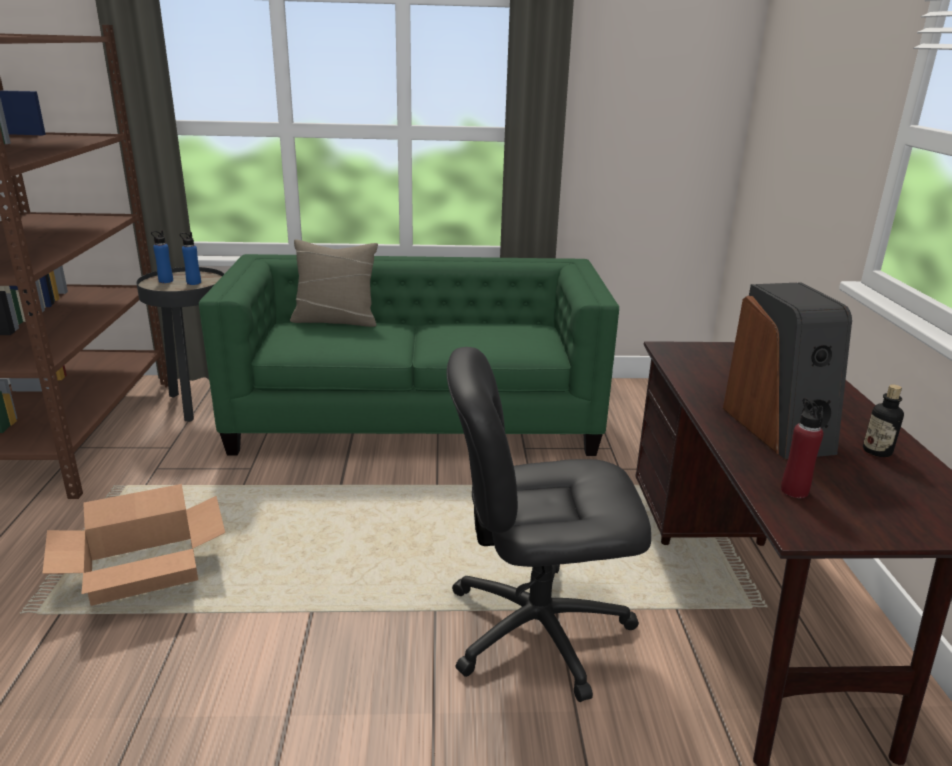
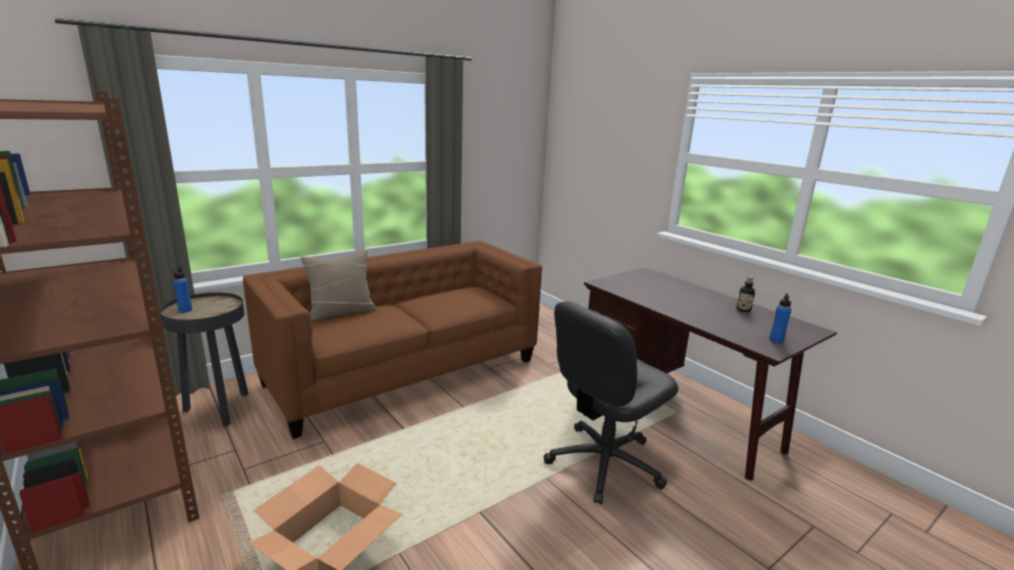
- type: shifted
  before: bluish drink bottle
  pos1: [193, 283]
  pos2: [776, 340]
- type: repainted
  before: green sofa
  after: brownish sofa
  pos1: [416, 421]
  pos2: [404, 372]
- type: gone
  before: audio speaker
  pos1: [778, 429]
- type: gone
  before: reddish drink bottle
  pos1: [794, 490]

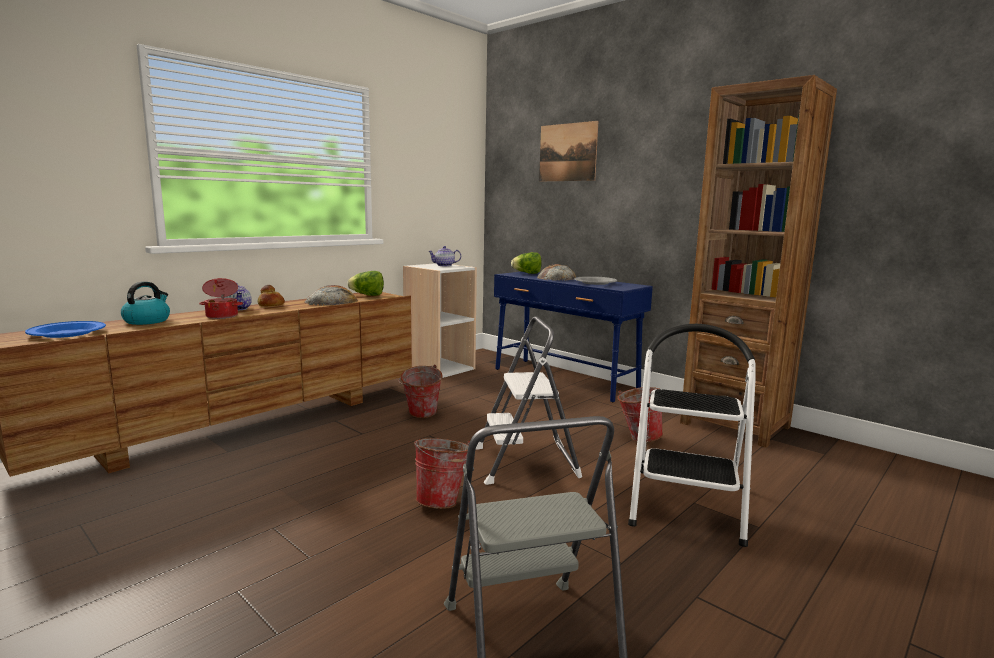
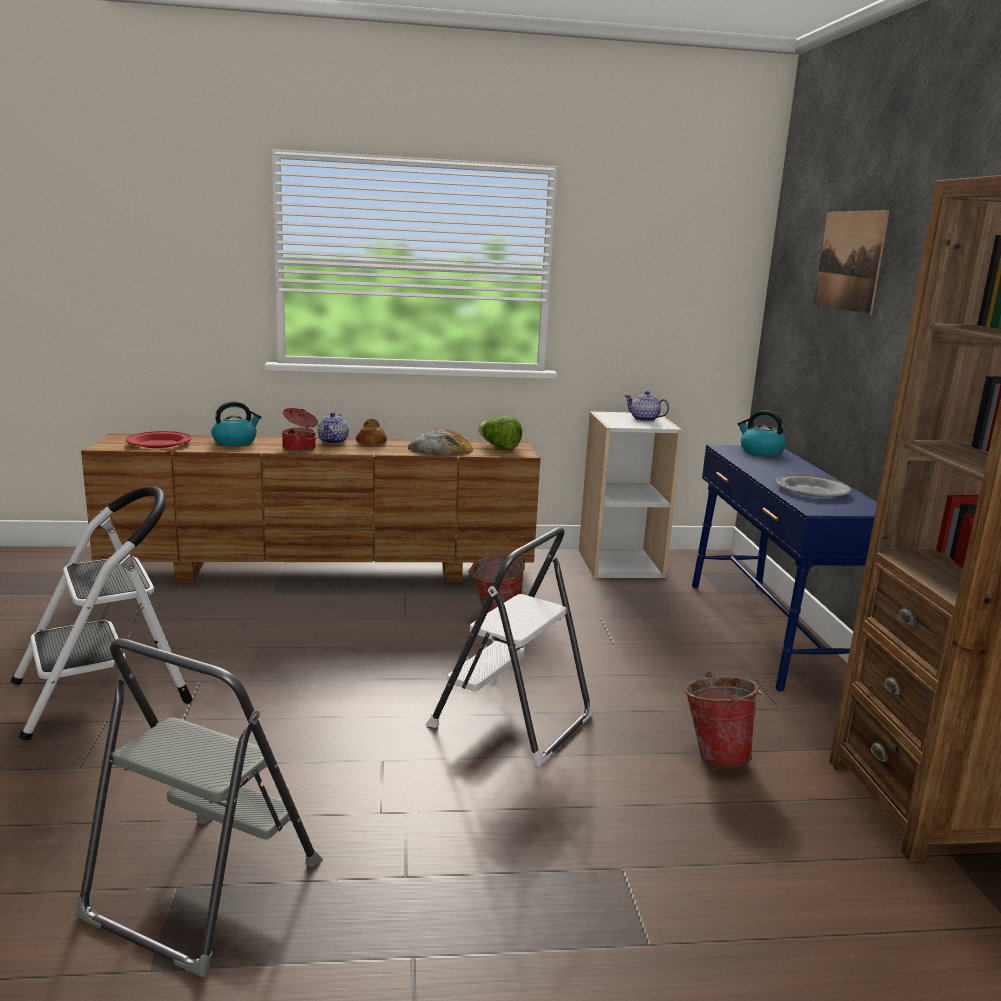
- type: repainted
  before: bluish flat dish
  after: reddish flat dish
  pos1: [67, 333]
  pos2: [159, 443]
- type: gone
  before: bucket
  pos1: [443, 501]
- type: swapped
  before: head of lettuce
  after: water kettle
  pos1: [527, 273]
  pos2: [760, 451]
- type: gone
  before: bakery bread
  pos1: [556, 277]
- type: shifted
  before: stepladder
  pos1: [686, 502]
  pos2: [108, 692]

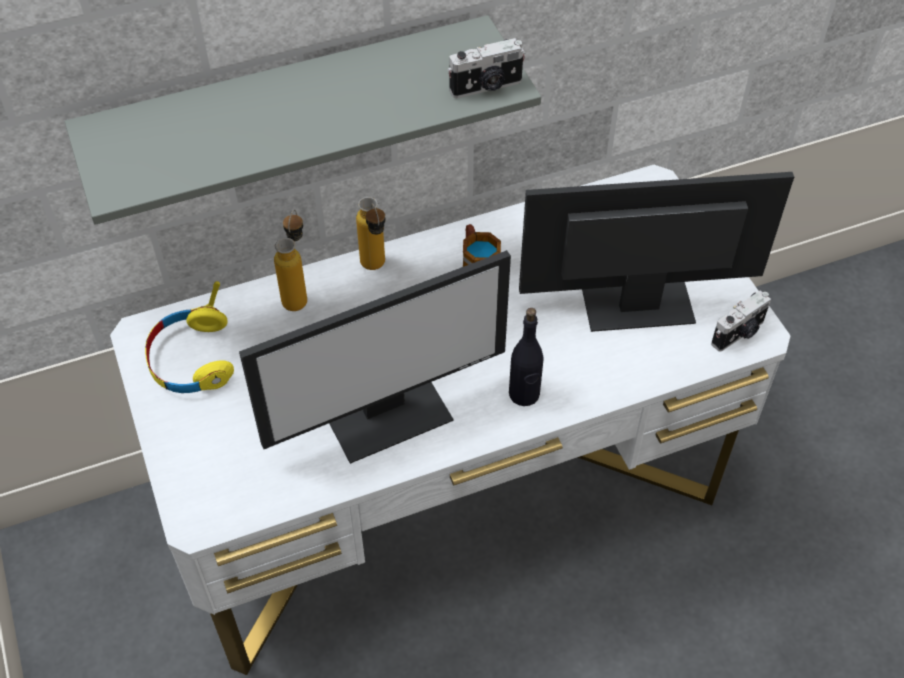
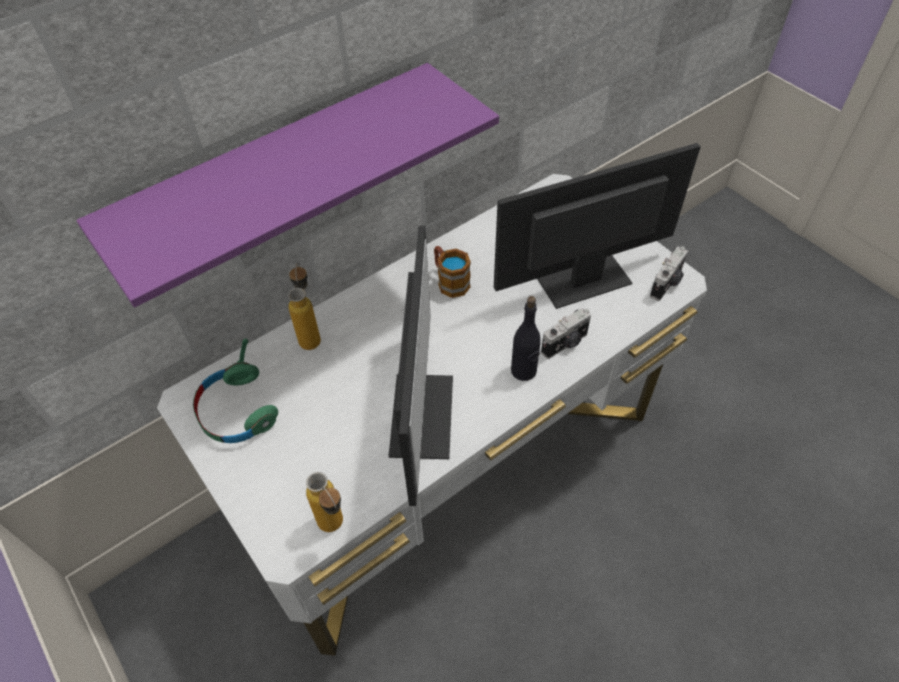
- type: repainted
  before: greyish shelf
  after: purplish shelf
  pos1: [291, 109]
  pos2: [278, 174]
- type: repainted
  before: yellow headphones
  after: green headphones
  pos1: [191, 359]
  pos2: [236, 411]
- type: rotated
  before: computer display
  pos1: [388, 413]
  pos2: [419, 414]
  turn: -45
- type: shifted
  before: drink bottle
  pos1: [376, 269]
  pos2: [336, 529]
- type: shifted
  before: photo camera
  pos1: [486, 87]
  pos2: [565, 344]

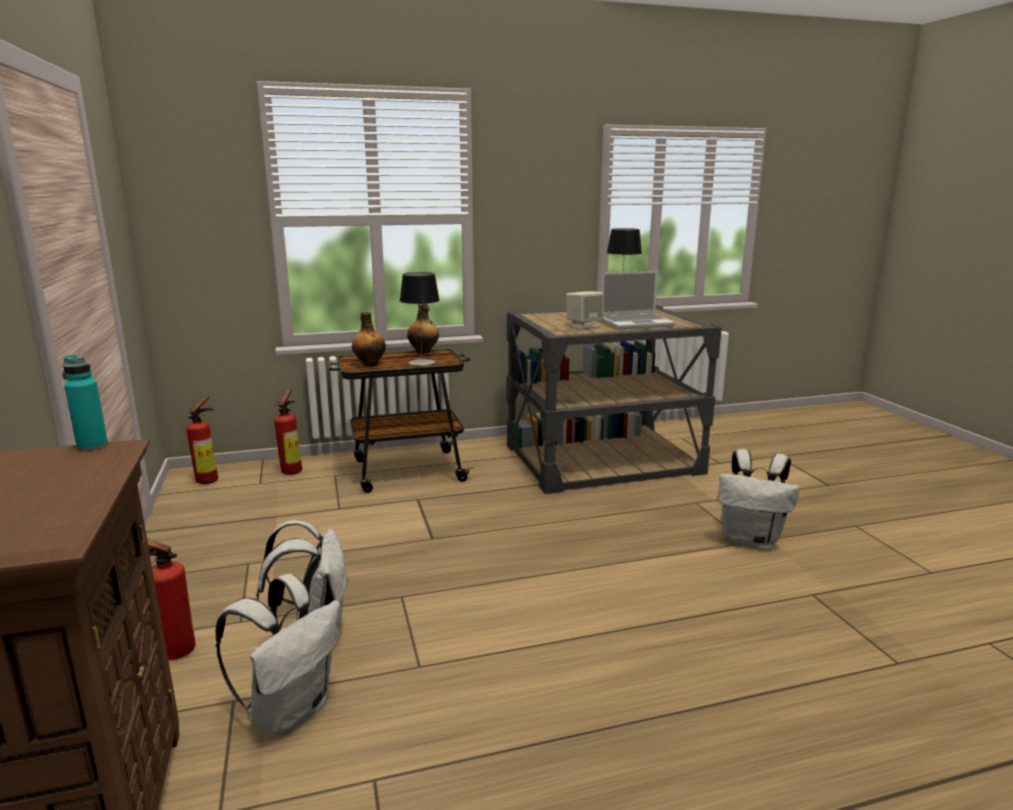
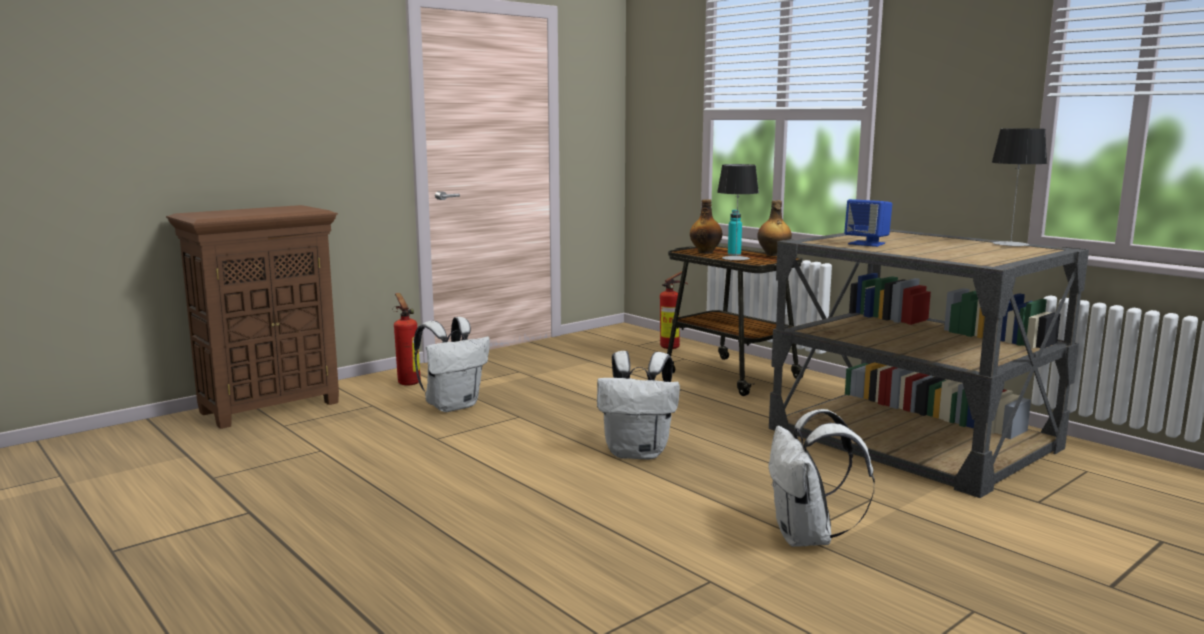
- type: shifted
  before: blue-green drink bottle
  pos1: [92, 446]
  pos2: [734, 254]
- type: gone
  before: extinguisher
  pos1: [210, 480]
- type: shifted
  before: white backpack
  pos1: [290, 710]
  pos2: [638, 453]
- type: repainted
  before: beige-coloured audio speaker
  after: bluish audio speaker
  pos1: [584, 326]
  pos2: [867, 244]
- type: gone
  before: notebook computer
  pos1: [637, 323]

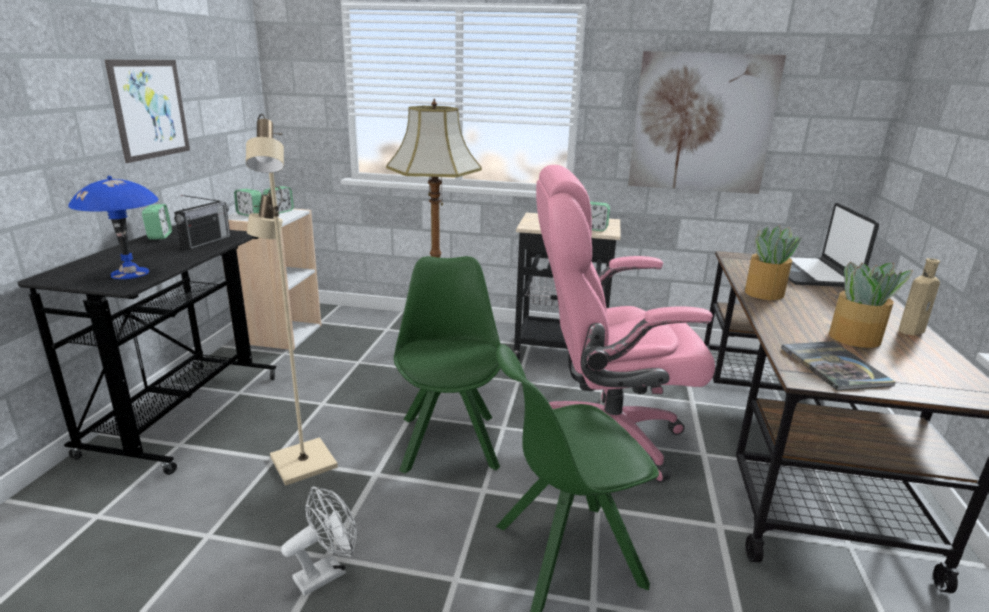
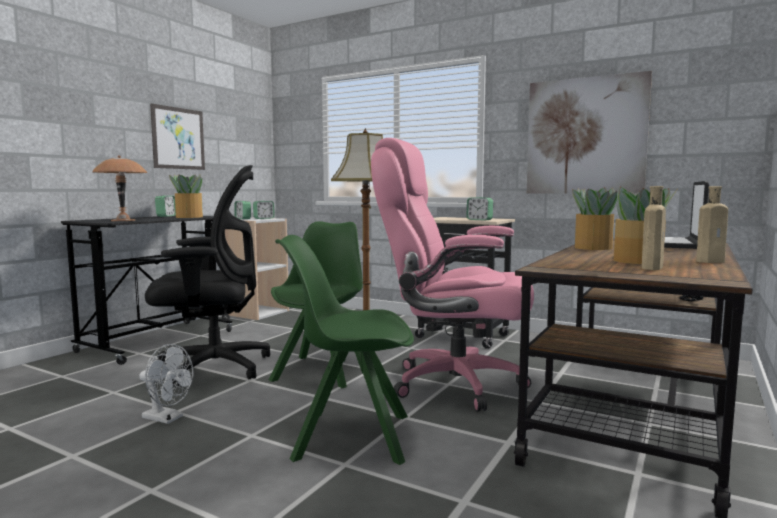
- type: repainted
  before: bluish lamp for a table
  after: brownish lamp for a table
  pos1: [130, 273]
  pos2: [123, 220]
- type: swapped
  before: radio
  after: plant in a pot
  pos1: [206, 242]
  pos2: [188, 217]
- type: swapped
  before: beige-coloured standard lamp
  after: blackish computer chair
  pos1: [303, 462]
  pos2: [208, 369]
- type: rotated
  before: white cooling fan
  pos1: [326, 572]
  pos2: [167, 418]
  turn: 45
- type: gone
  before: bound book
  pos1: [834, 366]
- type: new
  after: beige-coloured drink bottle
  pos2: [652, 267]

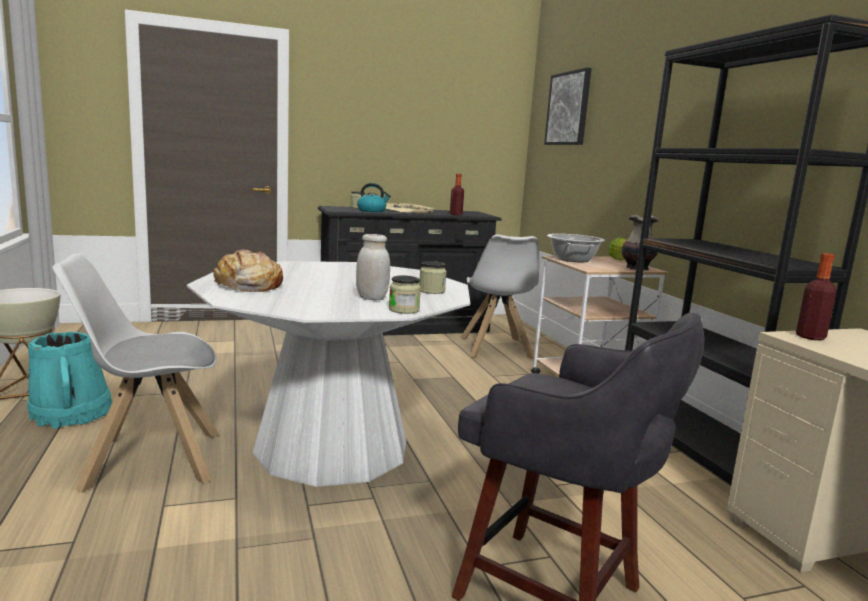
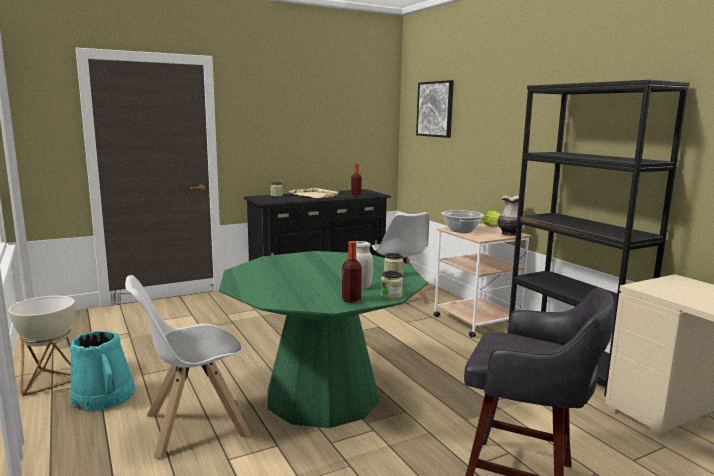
- type: repainted
  before: white kitchen table
  after: green kitchen table
  pos1: [332, 447]
  pos2: [322, 395]
- type: gone
  before: bakery bread
  pos1: [247, 286]
- type: gone
  before: water kettle
  pos1: [372, 211]
- type: shifted
  before: drink bottle
  pos1: [810, 337]
  pos2: [351, 300]

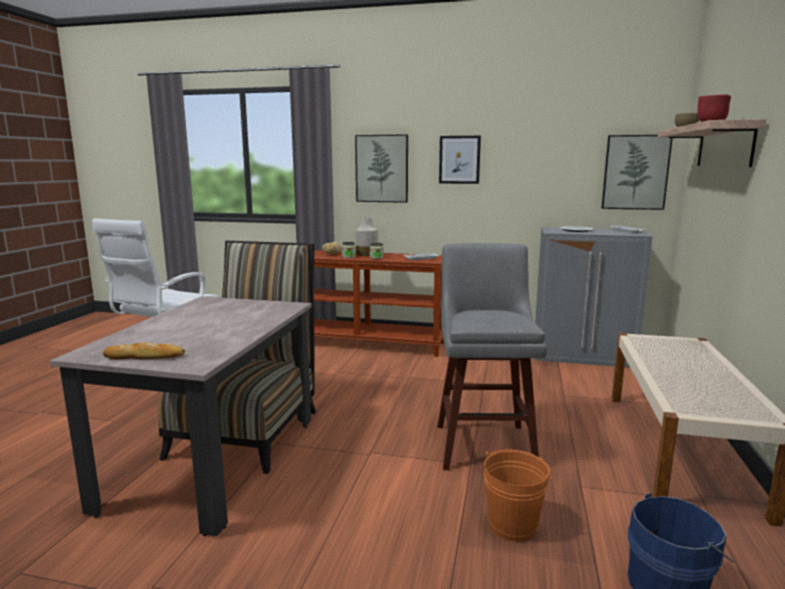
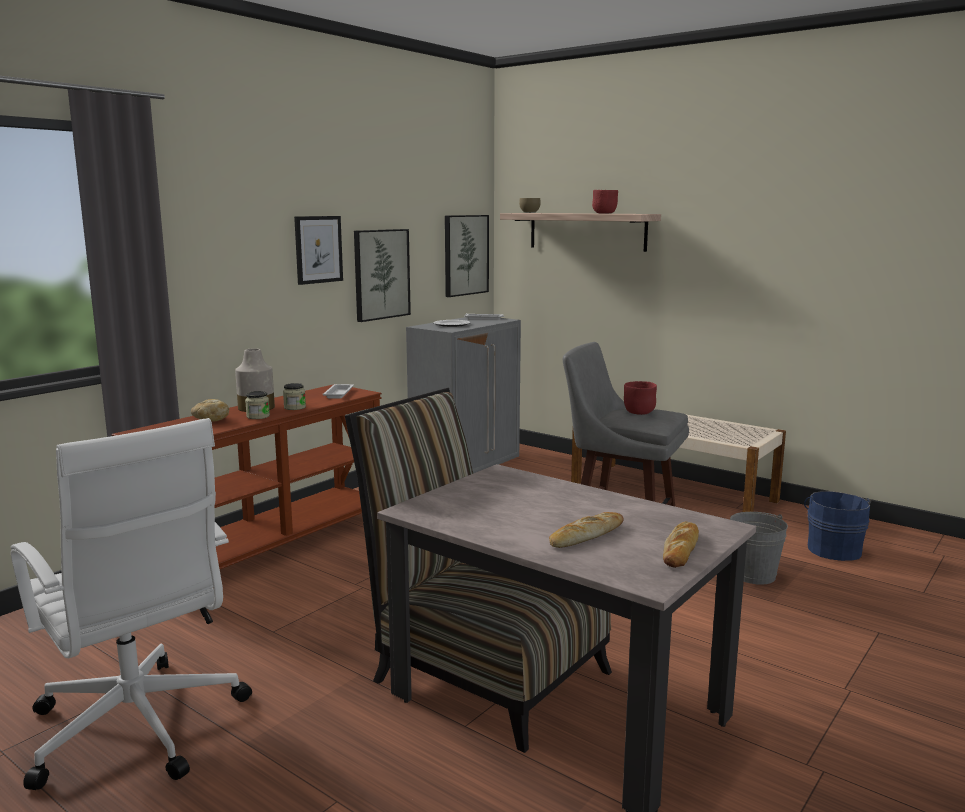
- type: shifted
  before: picture
  pos1: [382, 168]
  pos2: [381, 274]
- type: repainted
  before: orange-coloured bucket
  after: greyish bucket
  pos1: [513, 525]
  pos2: [754, 575]
- type: new
  after: bakery bread
  pos2: [586, 535]
- type: new
  after: reddish serving bowl
  pos2: [638, 412]

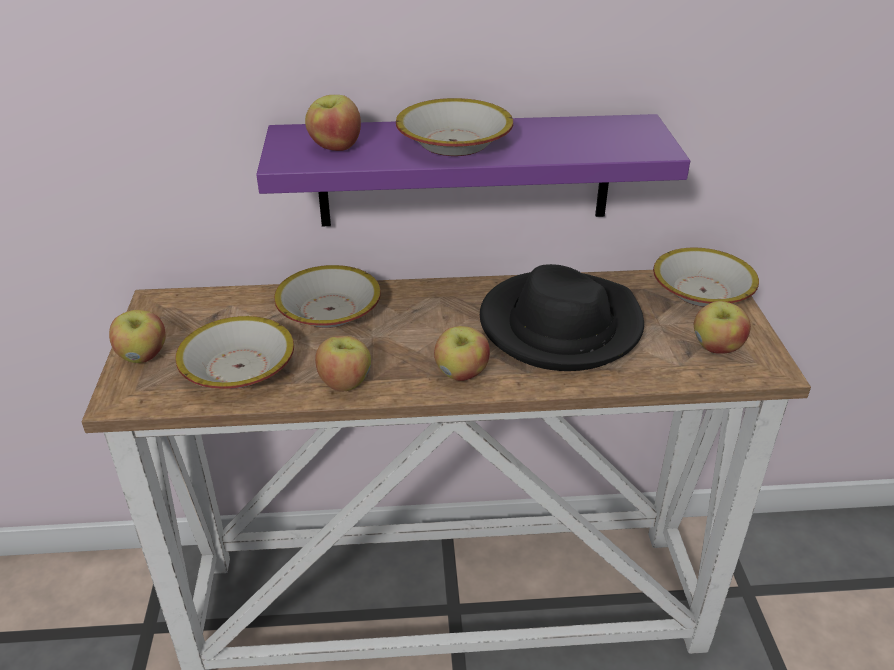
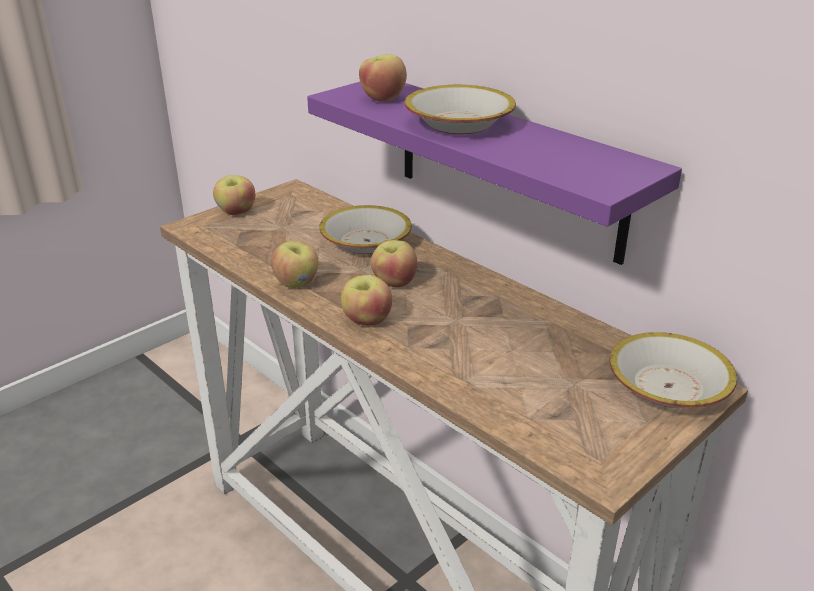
- type: gone
  before: serving bowl
  pos1: [239, 368]
- type: gone
  before: blackish hat
  pos1: [560, 326]
- type: shifted
  before: apple
  pos1: [716, 348]
  pos2: [394, 282]

